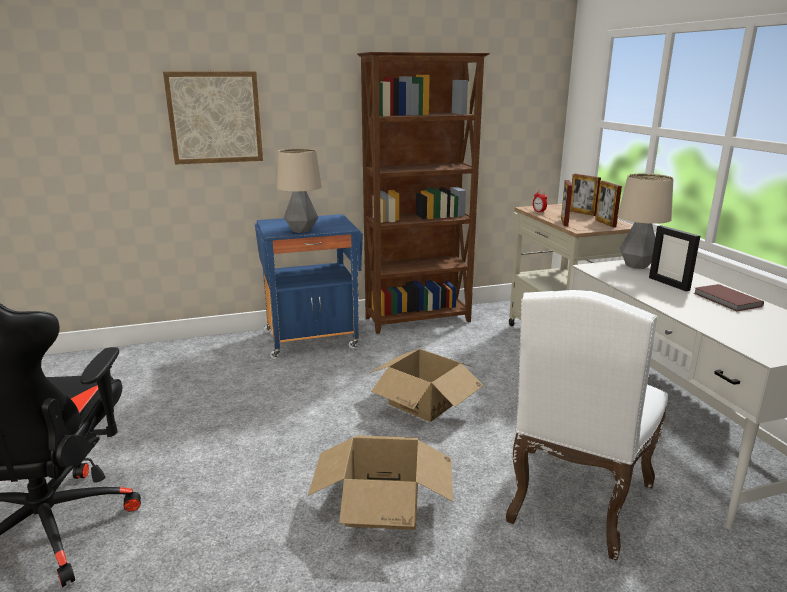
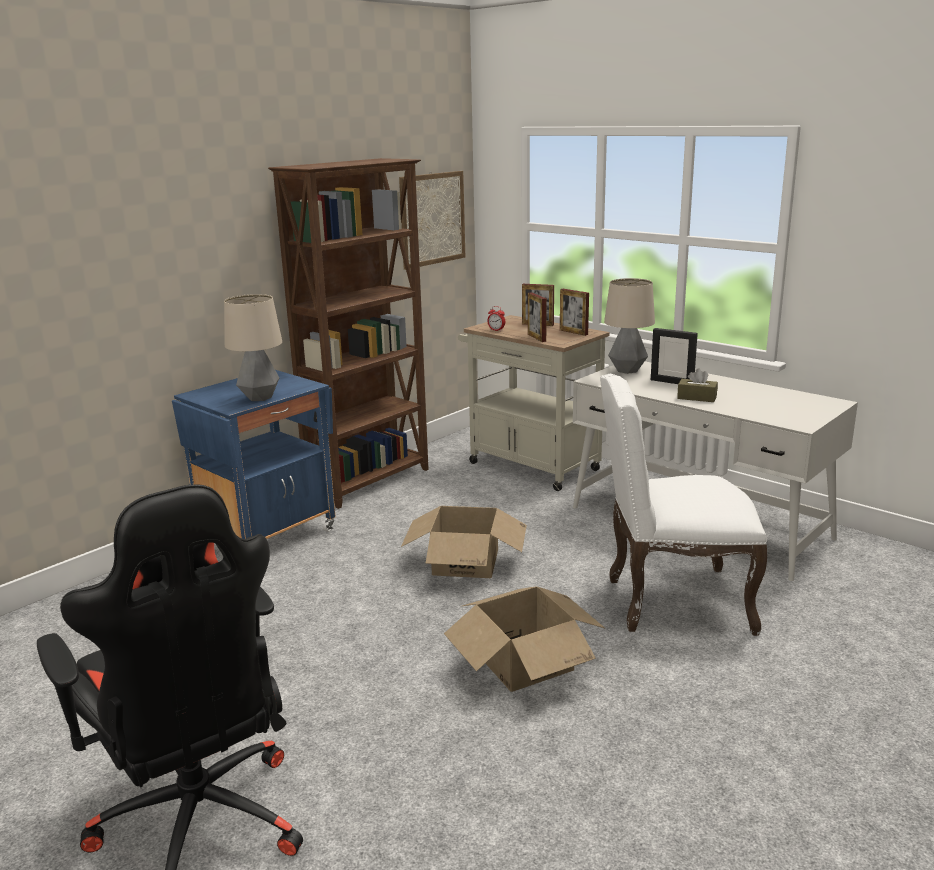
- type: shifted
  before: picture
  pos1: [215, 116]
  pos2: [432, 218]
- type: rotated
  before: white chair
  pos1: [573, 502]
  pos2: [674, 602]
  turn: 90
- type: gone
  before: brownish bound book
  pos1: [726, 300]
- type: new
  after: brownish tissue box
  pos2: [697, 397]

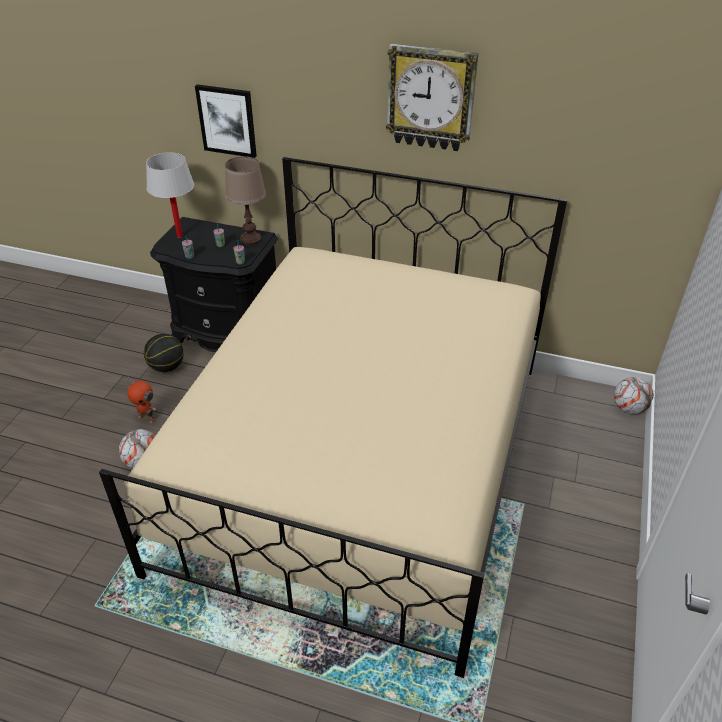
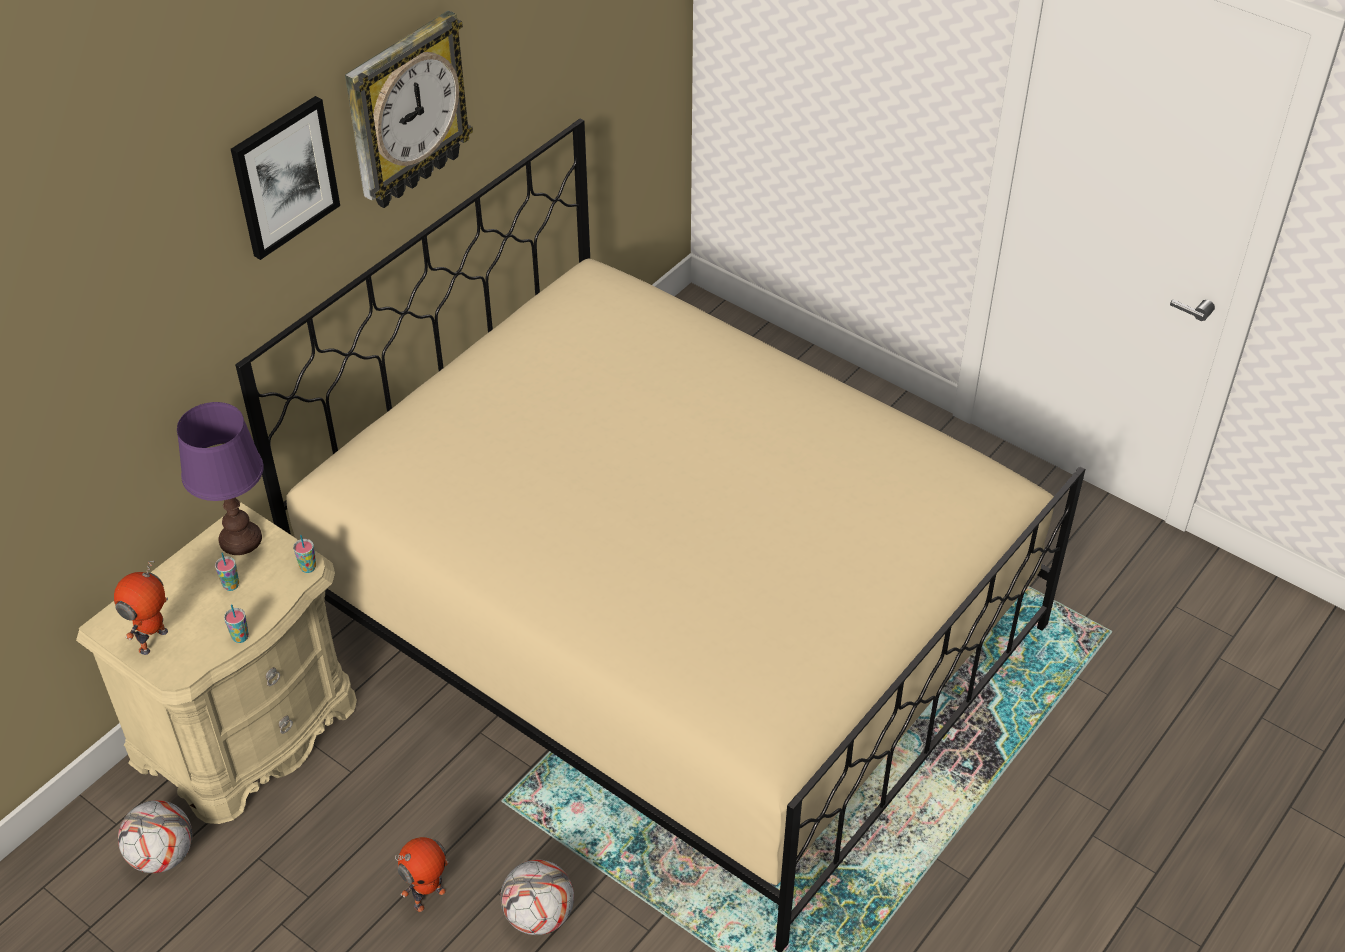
- type: gone
  before: basketball
  pos1: [167, 367]
- type: swapped
  before: white lamp for a table
  after: toy robot
  pos1: [179, 236]
  pos2: [155, 642]
- type: repainted
  before: blackish bedside table
  after: beige-coloured bedside table
  pos1: [226, 332]
  pos2: [253, 733]
- type: shifted
  before: picture
  pos1: [227, 120]
  pos2: [284, 176]
- type: repainted
  before: brownish lamp for a table
  after: purplish lamp for a table
  pos1: [250, 239]
  pos2: [241, 539]
- type: shifted
  before: ball for football
  pos1: [629, 409]
  pos2: [163, 856]

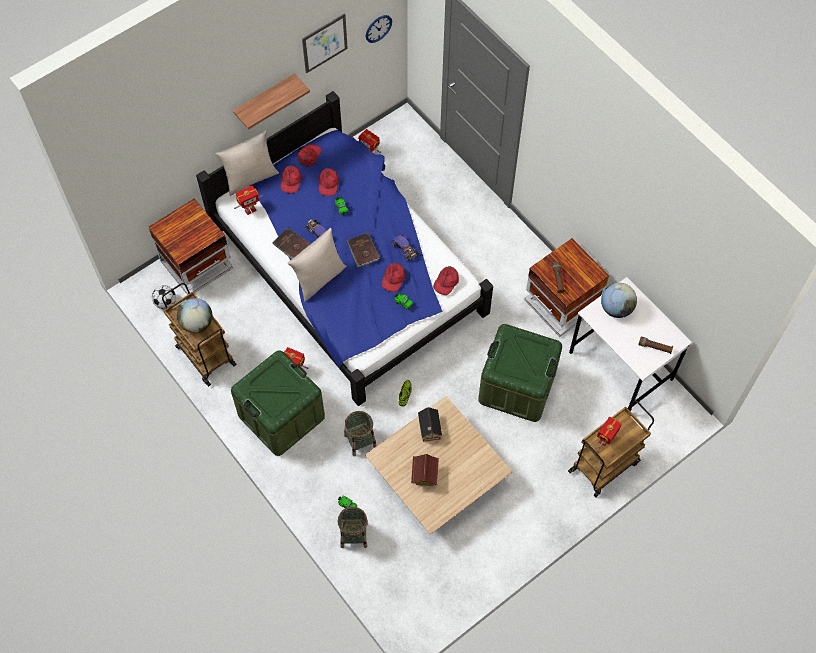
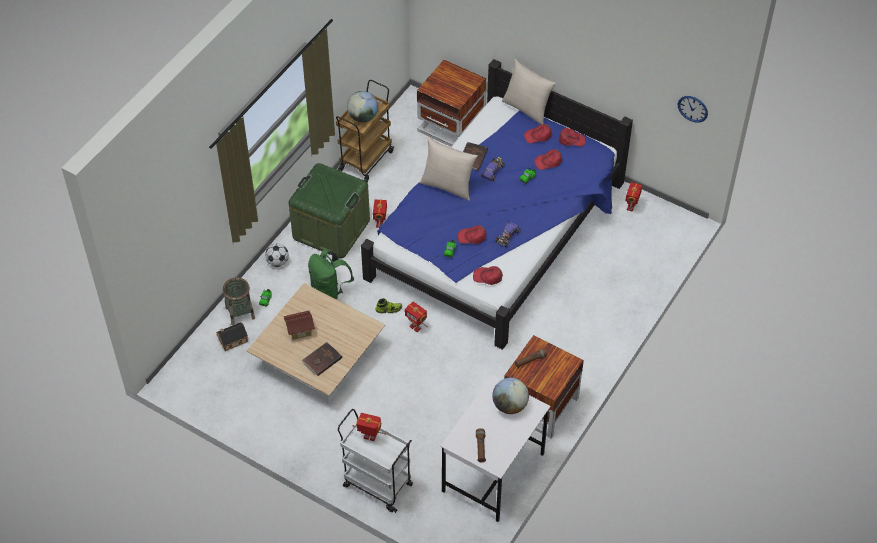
- type: shifted
  before: ball for football
  pos1: [165, 303]
  pos2: [277, 262]
- type: gone
  before: shelf
  pos1: [265, 100]
- type: shifted
  before: toy robot
  pos1: [250, 209]
  pos2: [416, 327]
- type: gone
  before: picture
  pos1: [324, 43]
- type: swapped
  before: household basket
  after: green backpack
  pos1: [360, 441]
  pos2: [330, 291]
- type: shifted
  before: brownish bound book
  pos1: [363, 251]
  pos2: [321, 360]
- type: shifted
  before: toy house
  pos1: [429, 429]
  pos2: [232, 340]
- type: gone
  before: green storage container
  pos1: [517, 386]
- type: repainted
  before: brownish wheeled cart
  after: white wheeled cart
  pos1: [603, 467]
  pos2: [377, 485]

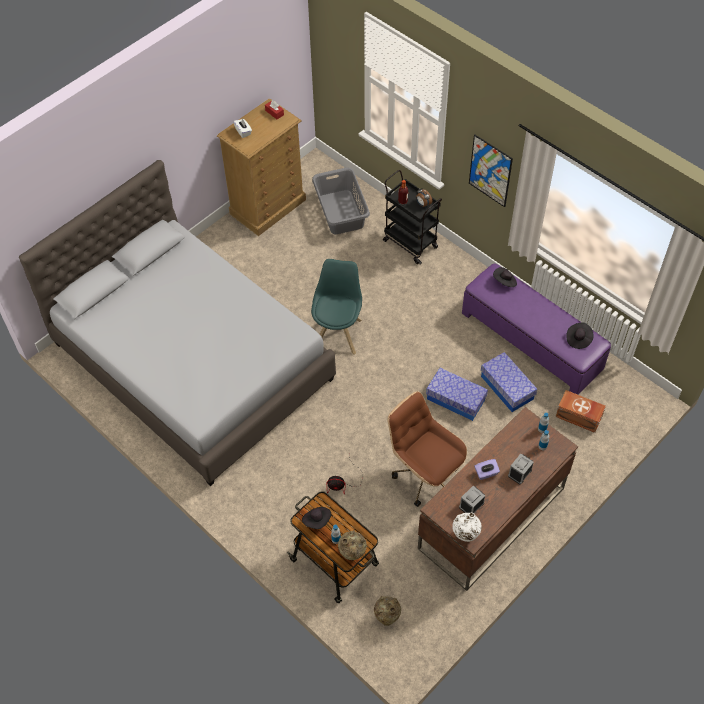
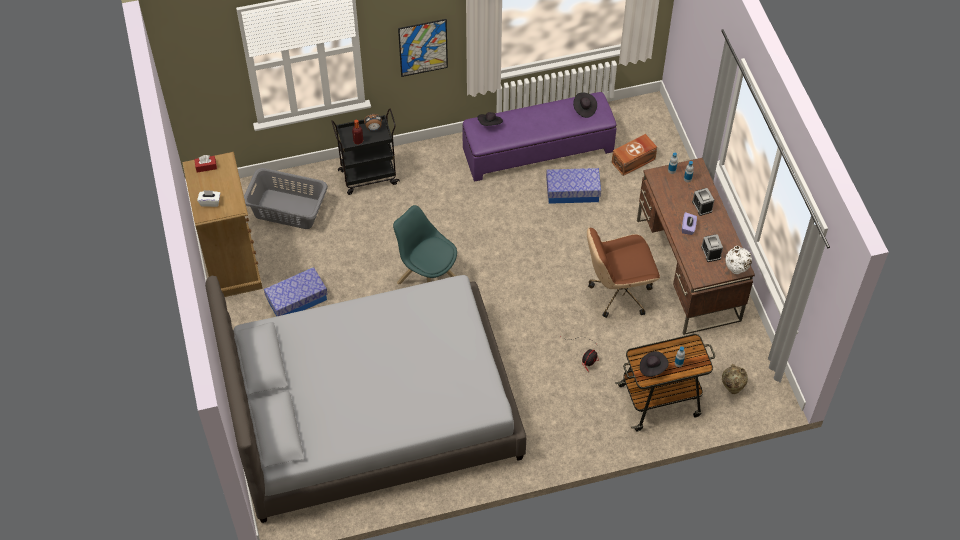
- type: gone
  before: beige-coloured flower vase
  pos1: [352, 554]
- type: shifted
  before: storage container
  pos1: [455, 399]
  pos2: [297, 300]

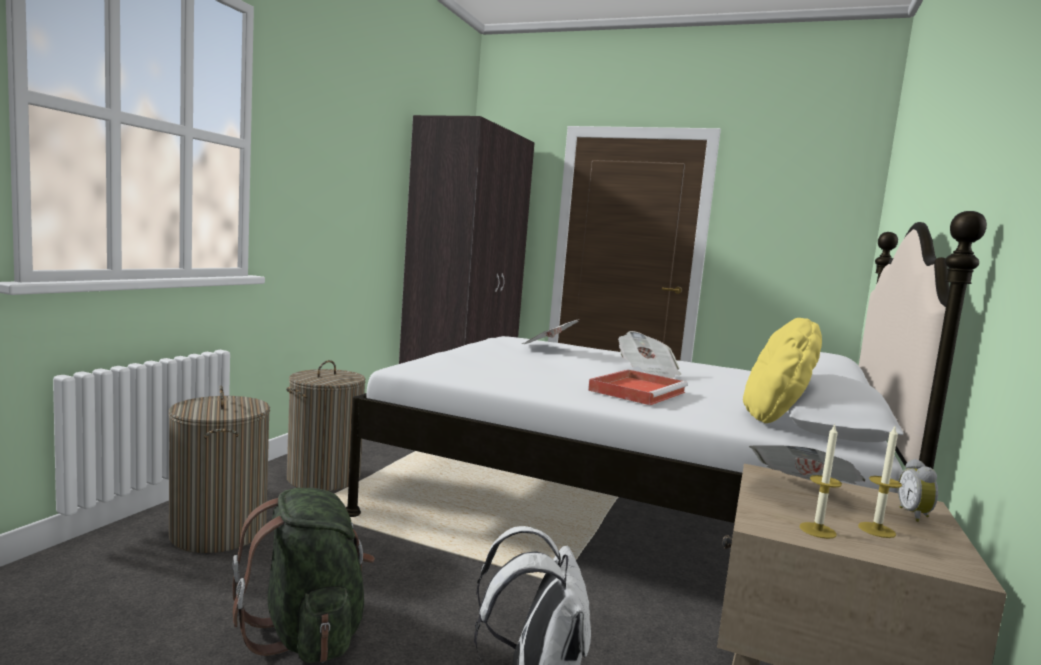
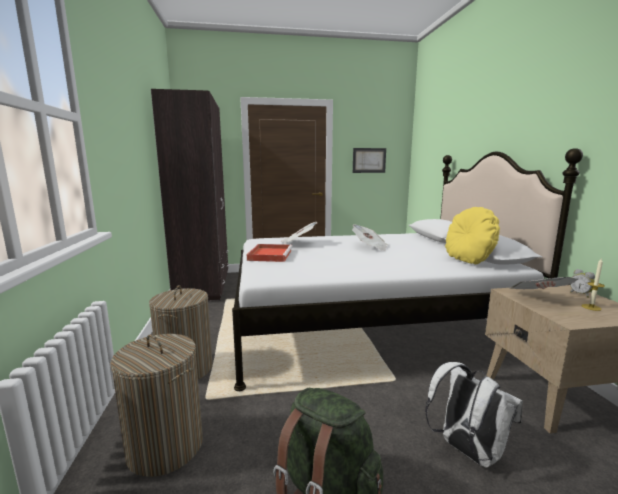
- type: shifted
  before: reddish carrying tray
  pos1: [638, 391]
  pos2: [270, 255]
- type: gone
  before: candle
  pos1: [817, 530]
- type: new
  after: picture
  pos2: [369, 160]

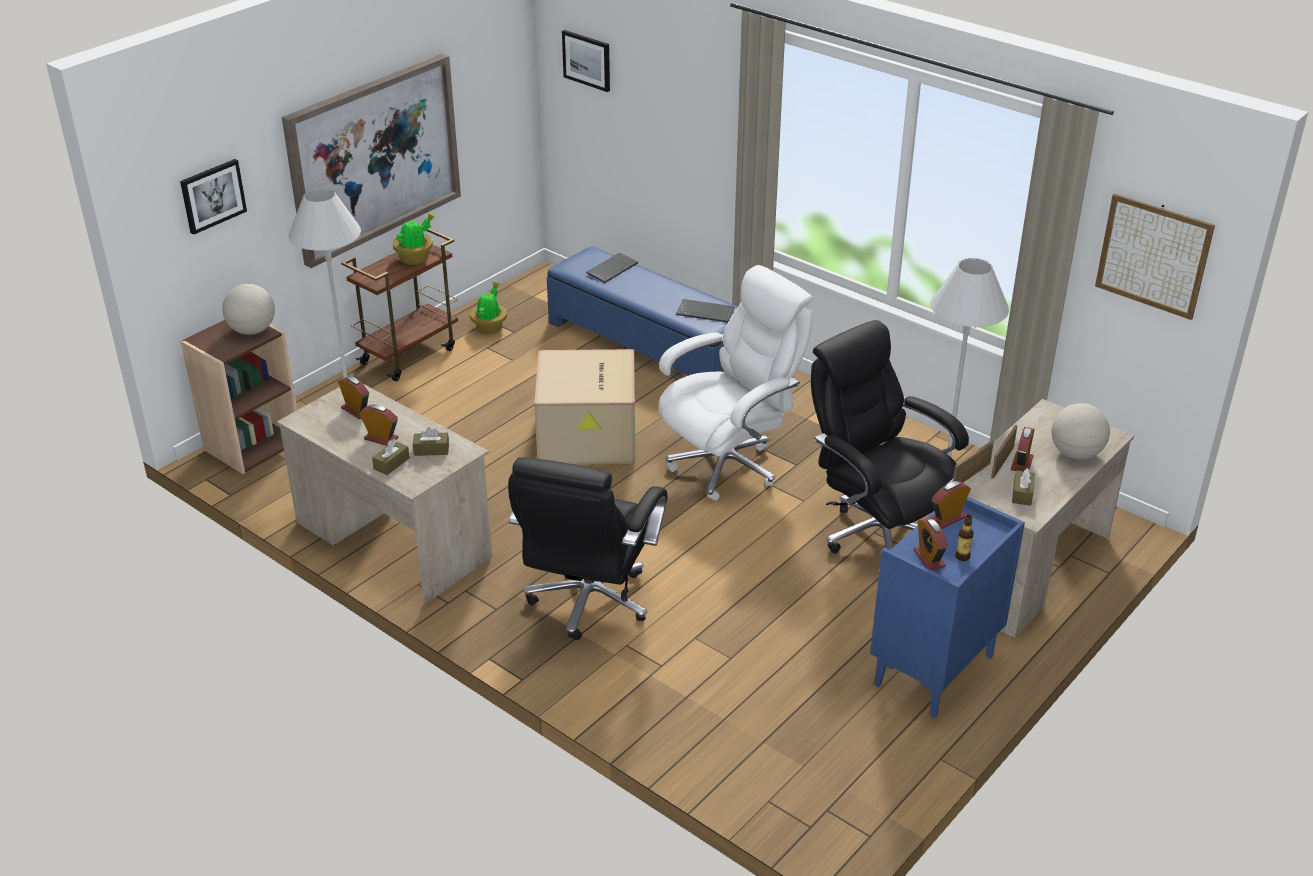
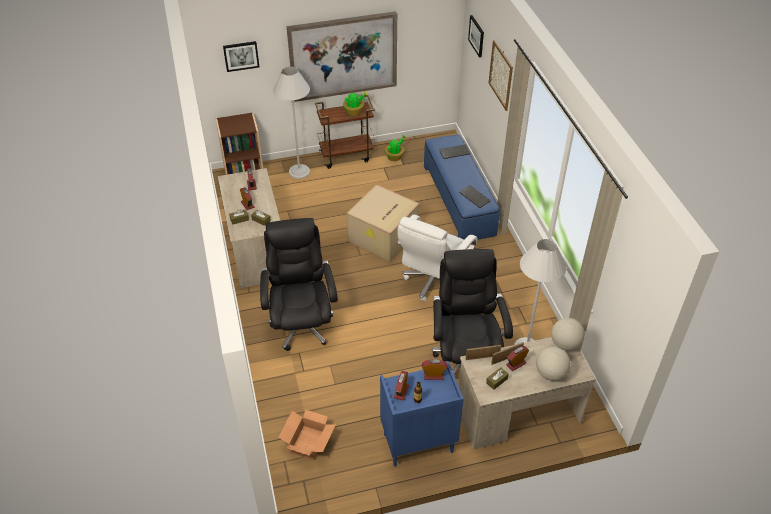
- type: shifted
  before: globe
  pos1: [252, 330]
  pos2: [565, 344]
- type: rotated
  before: blackish computer chair
  pos1: [587, 606]
  pos2: [301, 324]
  turn: 120
- type: rotated
  before: white computer chair
  pos1: [729, 465]
  pos2: [432, 284]
  turn: 120
- type: shifted
  before: picture
  pos1: [1154, 254]
  pos2: [501, 74]
- type: new
  after: carton
  pos2: [308, 443]

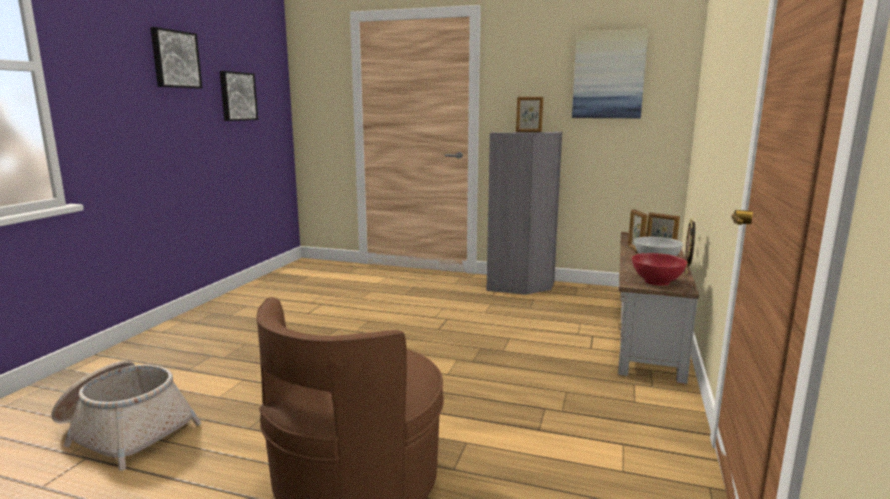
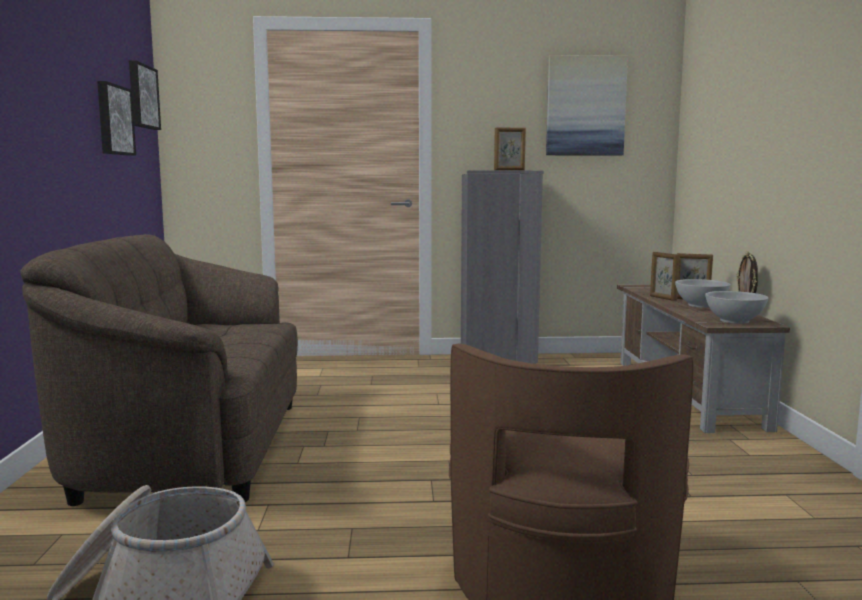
- type: shifted
  before: picture
  pos1: [175, 59]
  pos2: [142, 96]
- type: repainted
  before: reddish serving bowl
  after: white serving bowl
  pos1: [656, 282]
  pos2: [734, 321]
- type: new
  after: brownish sofa
  pos2: [191, 447]

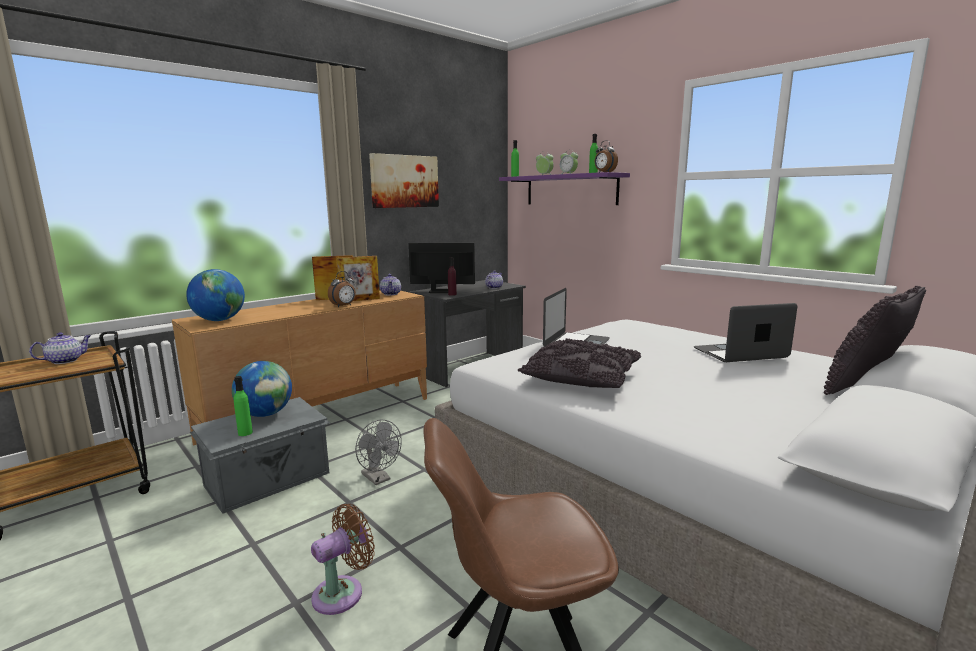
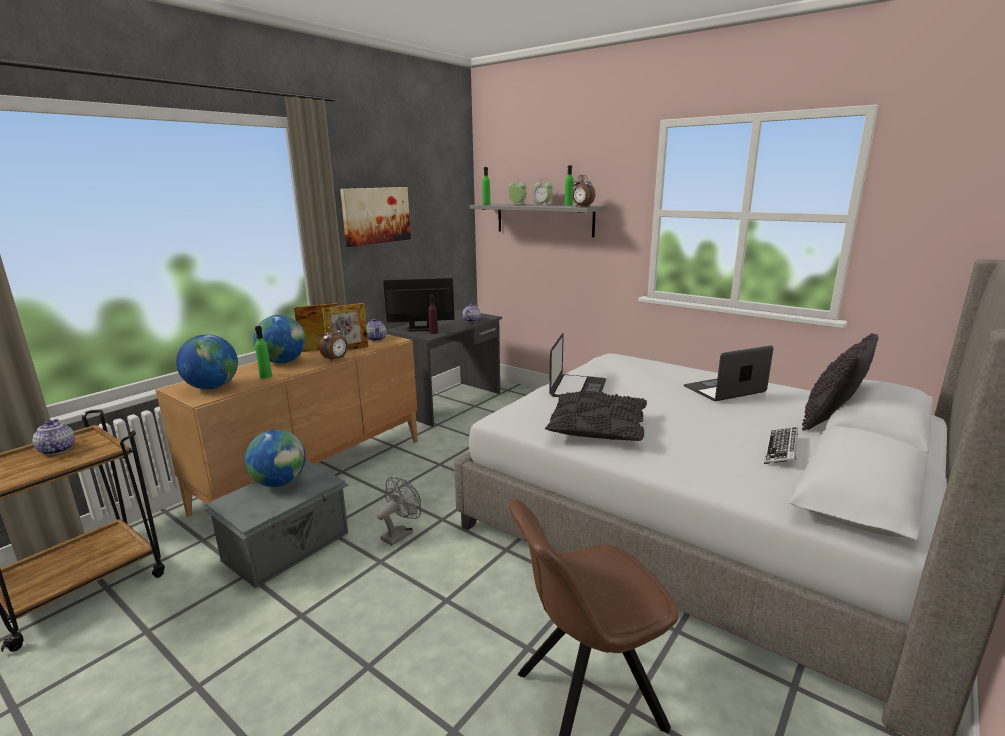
- type: rotated
  before: tea pot
  pos1: [66, 361]
  pos2: [57, 449]
  turn: -60
- type: shifted
  before: green drink bottle
  pos1: [245, 433]
  pos2: [266, 376]
- type: gone
  before: brownish cooling fan
  pos1: [343, 592]
- type: rotated
  before: greyish cooling fan
  pos1: [379, 479]
  pos2: [400, 534]
  turn: -90
- type: repainted
  before: purplish shelf
  after: greyish shelf
  pos1: [570, 190]
  pos2: [544, 219]
- type: new
  after: globe
  pos2: [283, 362]
- type: new
  after: PC keyboard
  pos2: [781, 450]

